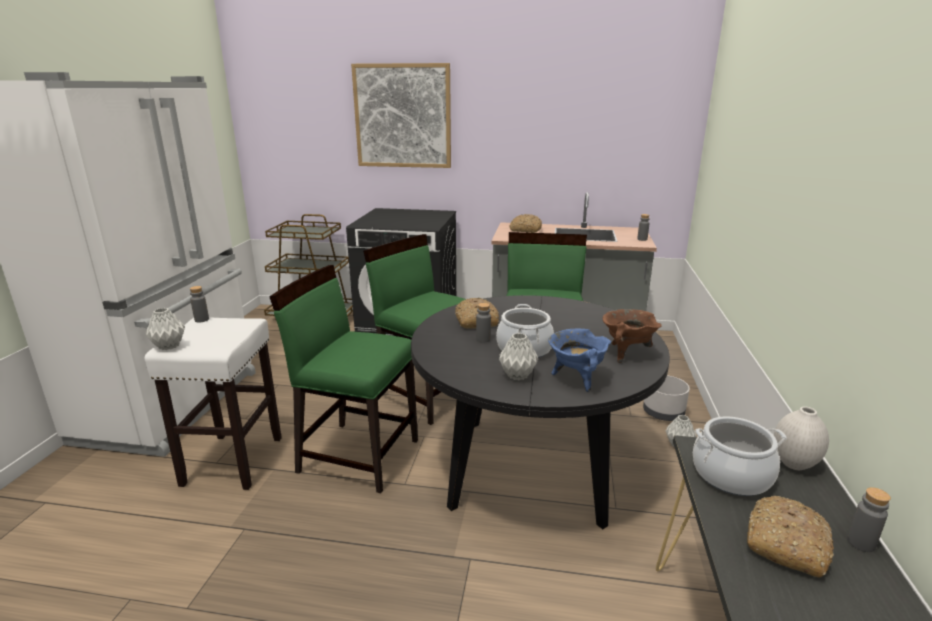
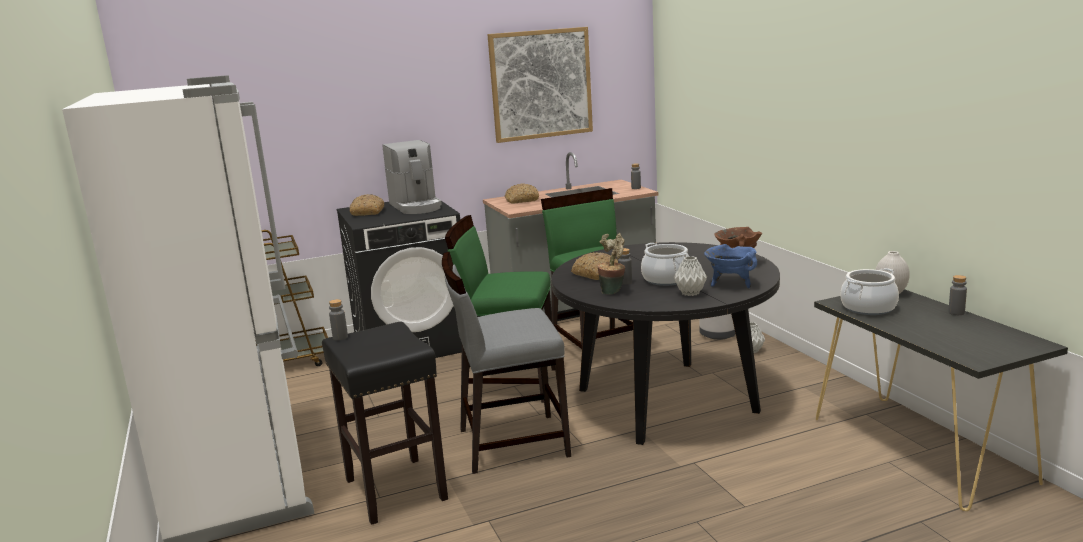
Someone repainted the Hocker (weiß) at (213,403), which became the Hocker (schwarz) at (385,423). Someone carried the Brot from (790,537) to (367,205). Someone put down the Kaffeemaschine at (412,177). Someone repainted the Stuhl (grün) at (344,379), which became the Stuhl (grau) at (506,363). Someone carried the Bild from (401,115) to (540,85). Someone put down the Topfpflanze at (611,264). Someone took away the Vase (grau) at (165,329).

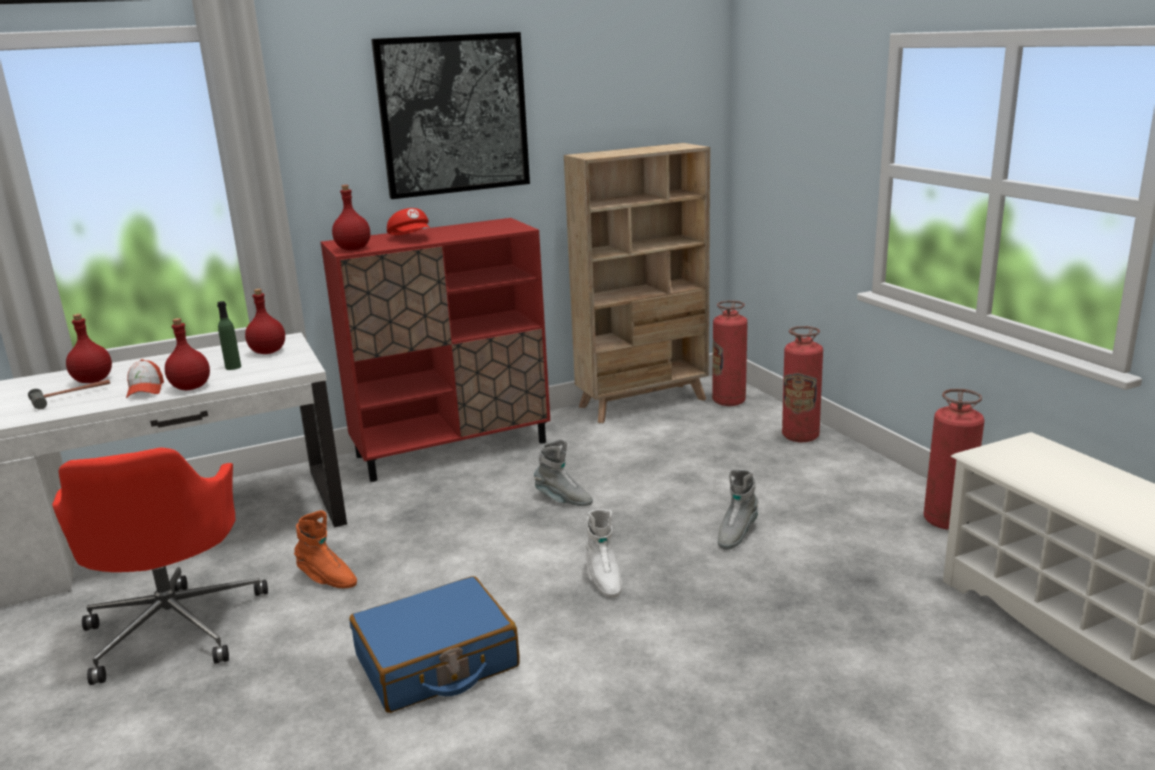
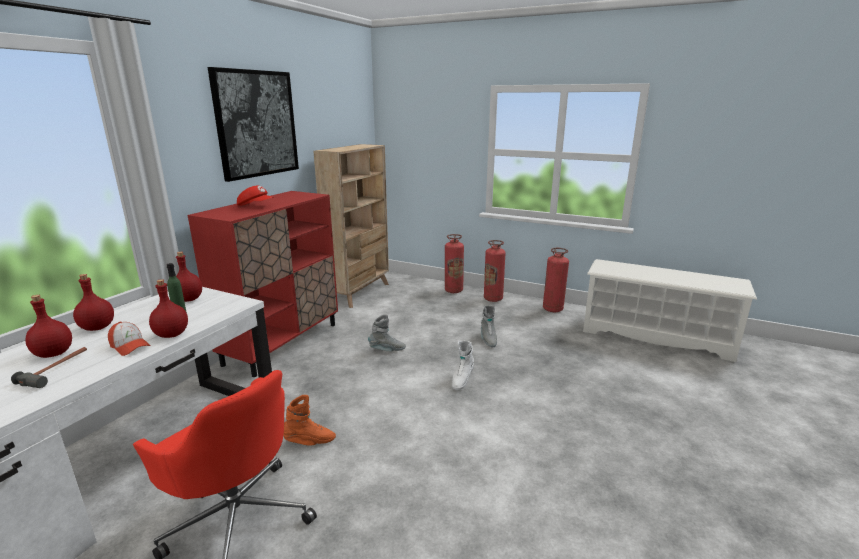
Someone carried the Flasche (rot) from (351,217) to (93,302). Someone rotated the Stiefel (weiß) at (603,553) by 75 degrees clockwise. Someone carried the Feuerlöscher from (730,353) to (495,271). Someone took away the Koffer (blau) at (434,644).

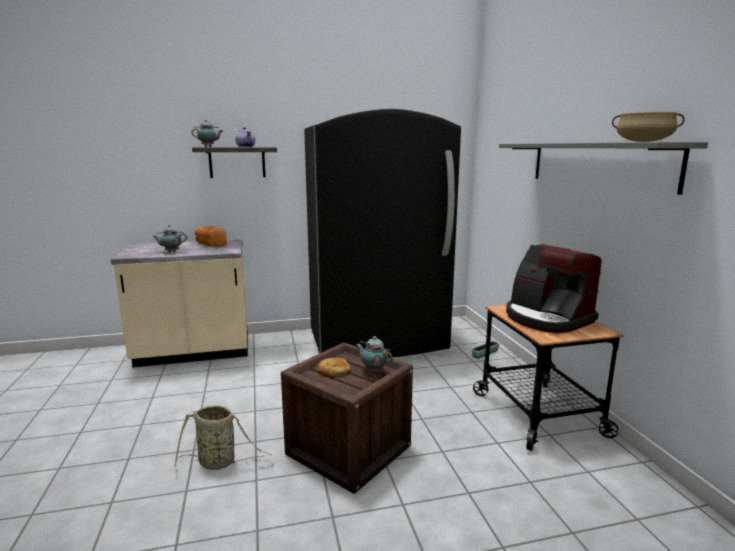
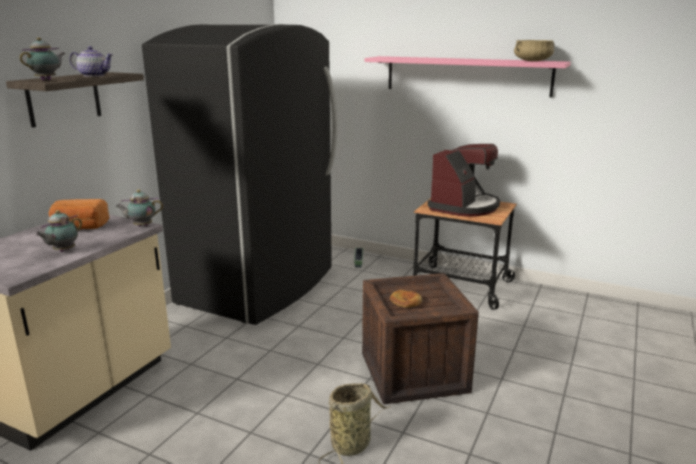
Someone carried the Teekanne from (374,354) to (139,208). Someone repainted the Wandregal (grau) at (603,168), which became the Wandregal (rosa) at (468,76). Someone rotated the Kaffeemaschine at (554,288) by 60 degrees counterclockwise.

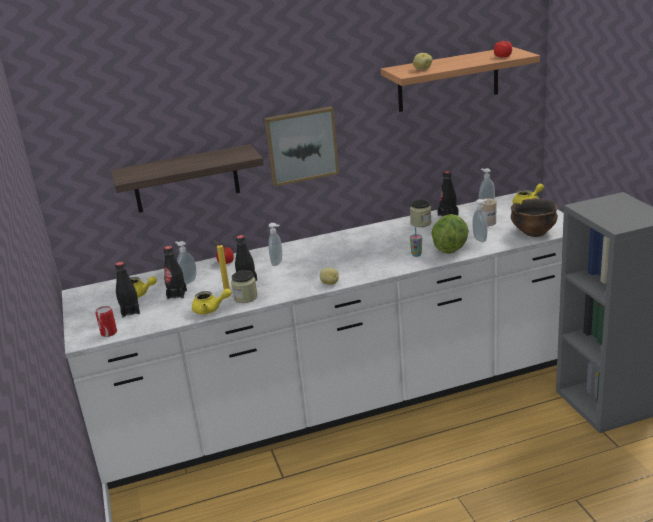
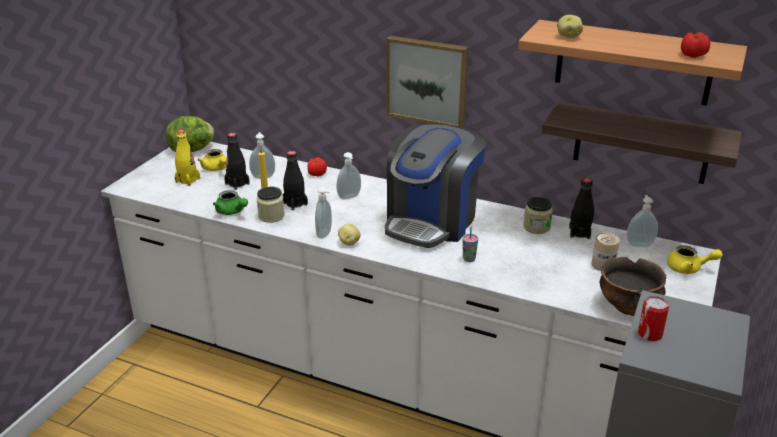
Someone carried the Salatkopf from (450,234) to (190,134). Someone repainted the Flasche (schwarz) at (127,290), which became the Flasche (gelb) at (187,157). Someone repainted the Teekanne (gelb) at (212,301), which became the Teekanne (grün) at (230,202). Someone carried the Seifenspender from (480,220) to (323,213). Someone put down the Kaffeemaschine at (436,186). Someone carried the Wandregal from (187,178) to (641,143). Someone carried the Dose from (106,321) to (653,318).

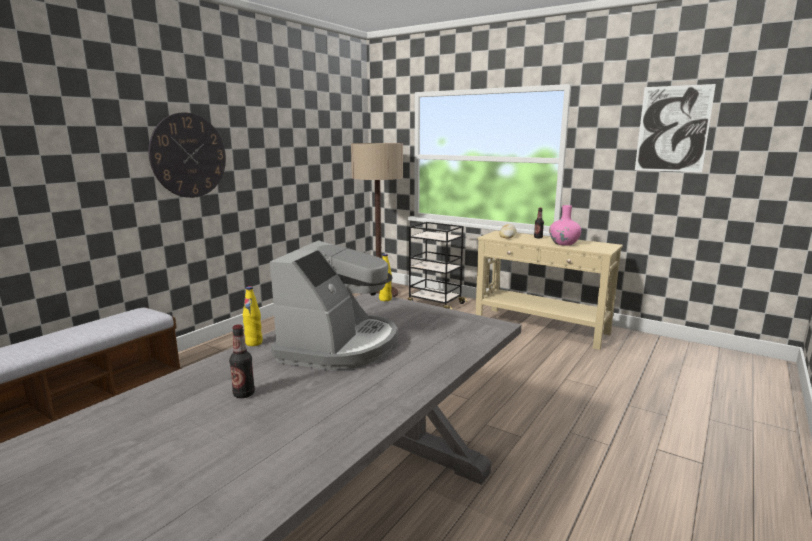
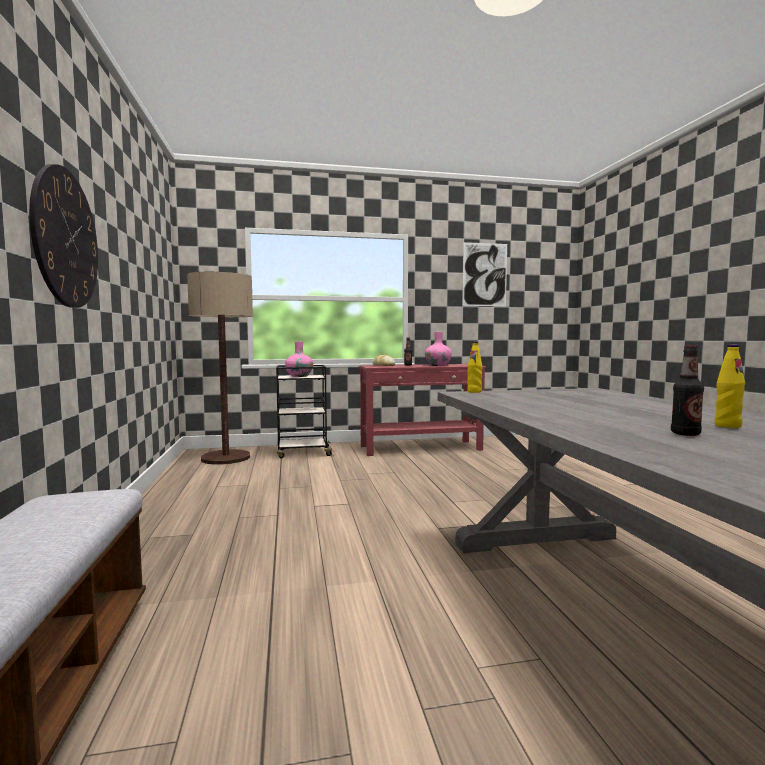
Someone put down the Vase (rosa) at (299,359). Someone repainted the Konsolentisch (beige) at (549,290), which became the Konsolentisch (rot) at (422,410). Someone carried the Flasche (gelb) from (252,316) to (729,386). Someone took away the Kaffeemaschine at (333,305).

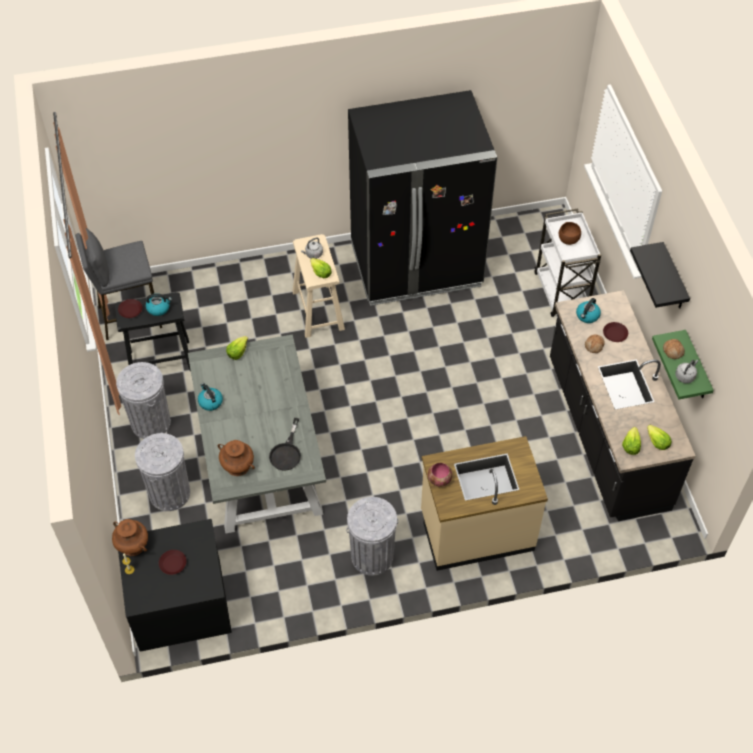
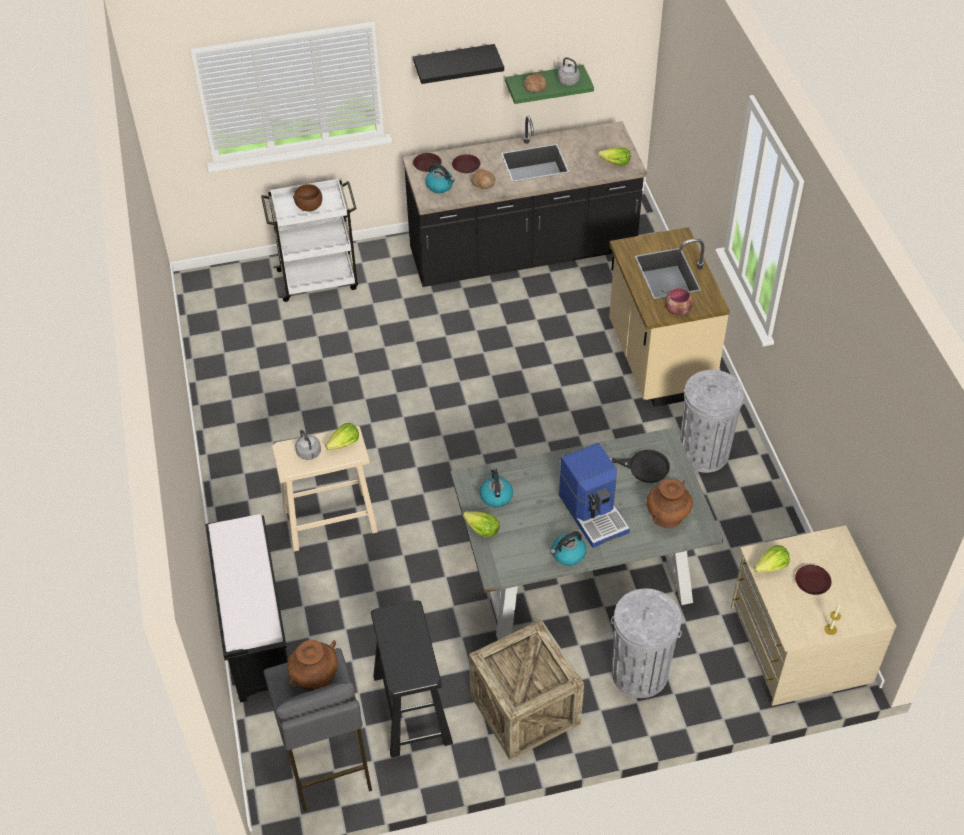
Someone put down the Bank (schwarz) at (246,608). Someone carried the Vase (braun) from (130,537) to (312,666). Someone carried the Teller (braun) from (130,308) to (427,162). Someone swapped the Mülleimer (grau) at (143,400) for the Kiste at (526,689). Someone carried the Wasserkessel from (159,304) to (496,488). Someone put down the Kaffeemaschine at (594,495). Someone repainted the Kommode (schwarz) at (175,585), which became the Kommode (beige) at (813,615). Someone carried the Salatkopf from (659,437) to (772,559). Someone took away the Kühlschrank (schwarz) at (422,198).

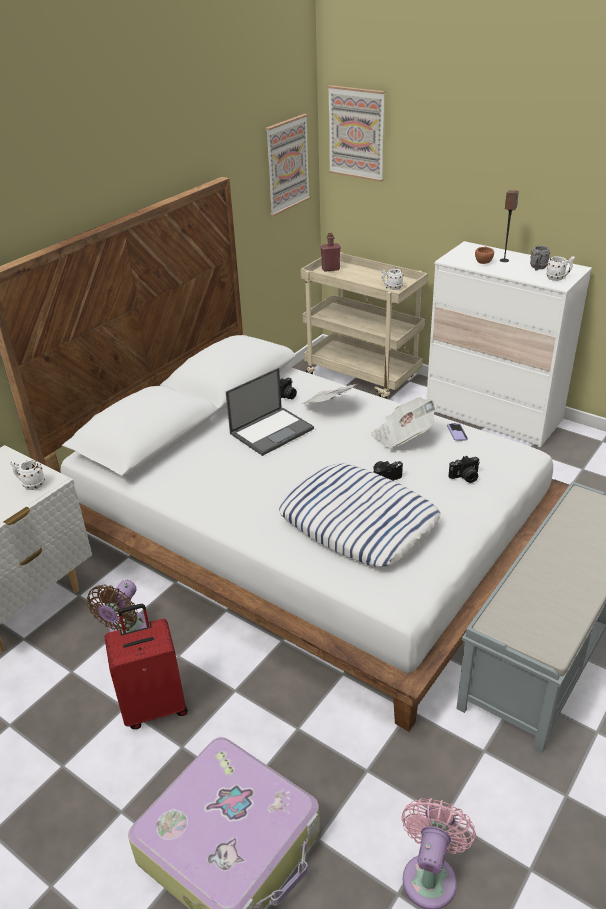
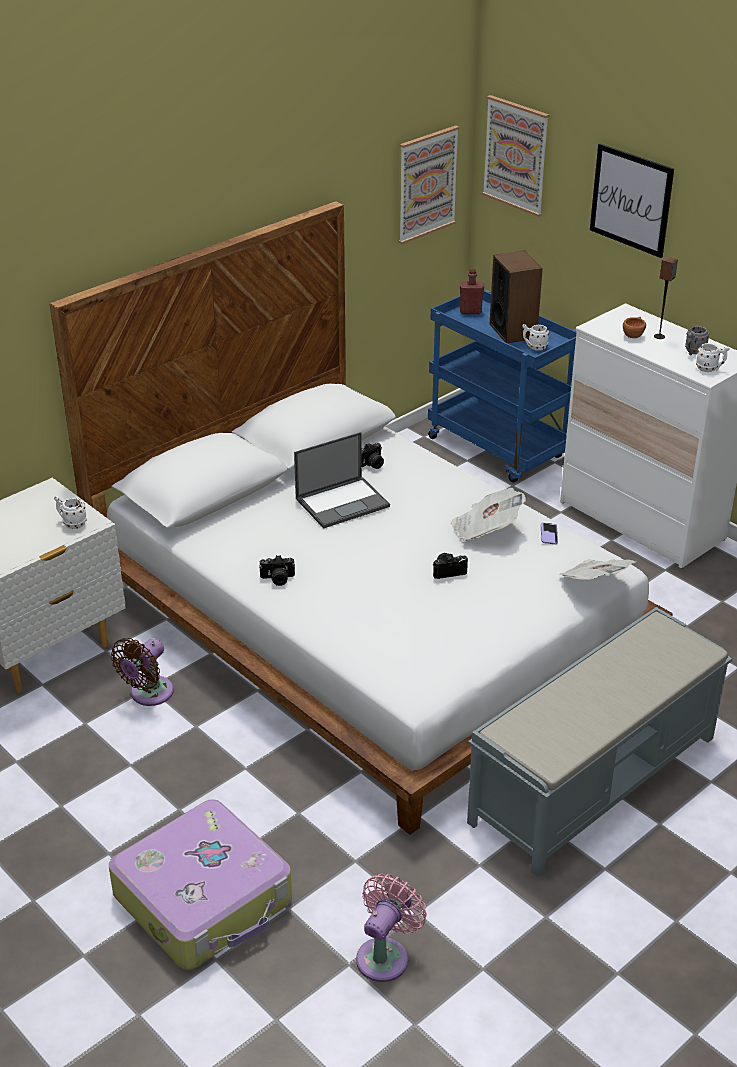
Someone carried the Kamera from (464,469) to (277,570). Someone repainted the Rollwagen (beige) at (364,325), which became the Rollwagen (blau) at (502,386). Someone put down the Lautsprecher at (516,296). Someone carried the Zeitung from (329,394) to (598,569). Someone put up the Bild at (632,200). Someone took away the Koffer (rot) at (146,666). Someone took away the Kissen at (360,515).

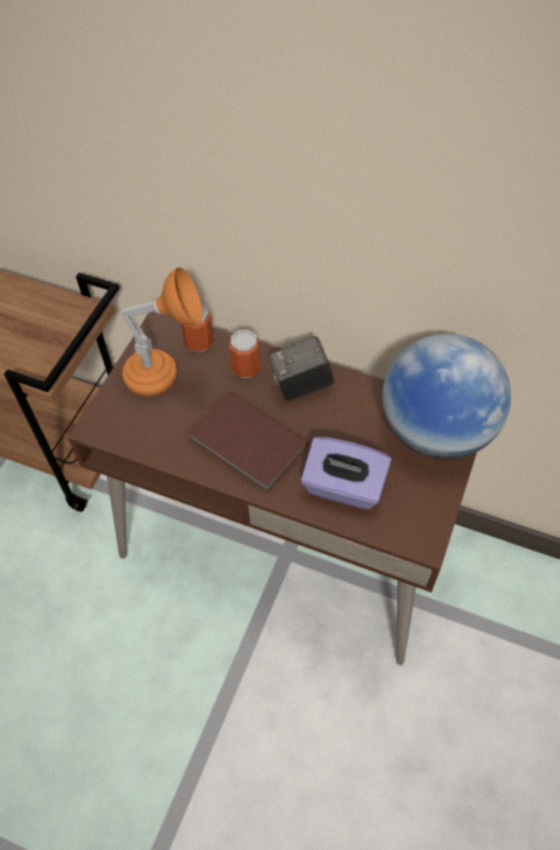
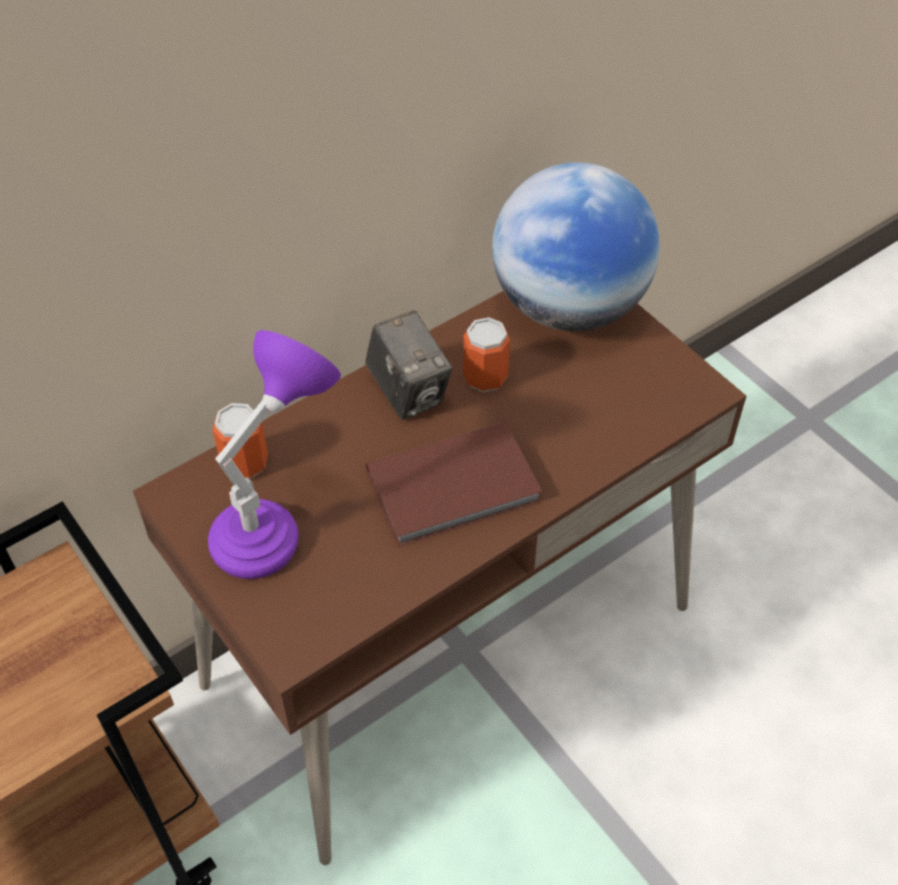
Someone repainted the Tischlampe (orange) at (161,331), which became the Tischlampe (lila) at (274,454). Someone rotated the Kamera at (301,368) by 45 degrees counterclockwise. Someone carried the Dose from (244,354) to (486,354). Someone took away the Taschentuchbox (lila) at (346,473).

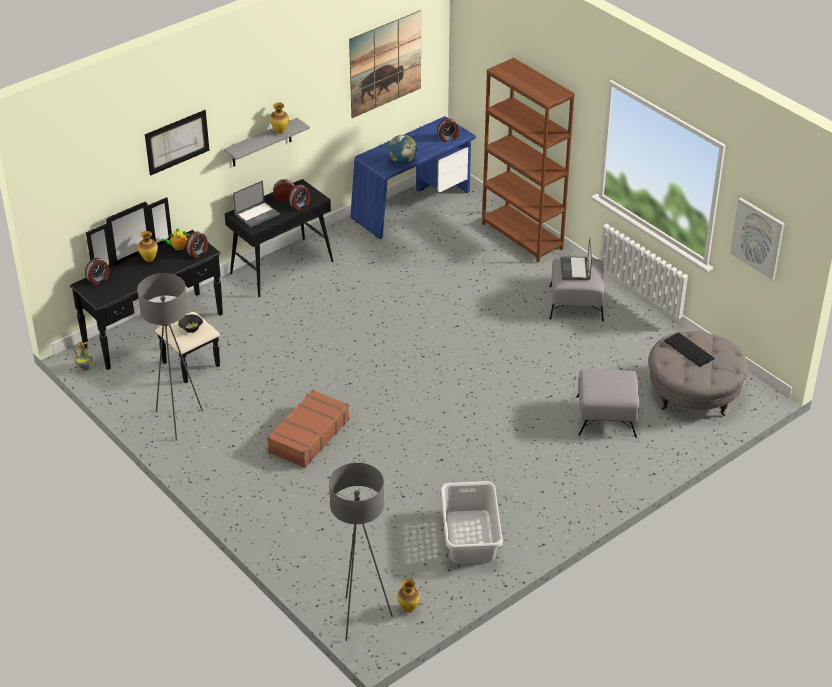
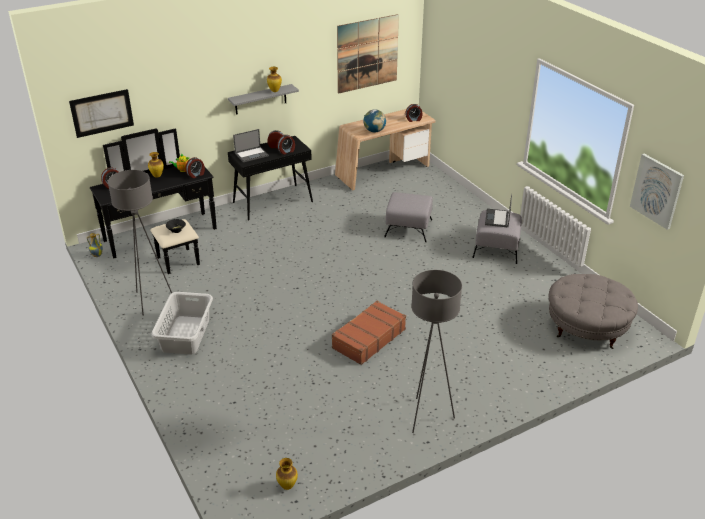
Someone carried the Bild from (177,143) to (101,113). Someone carried the Wäschekorb (grau) from (471,522) to (182,323). Someone carried the Koffer (braun) from (308,428) to (369,333). Someone repainted the Schreibtisch (blau) at (413,177), which became the Schreibtisch (beige) at (385,149). Someone carried the Polsterhocker (grau) from (607,403) to (408,217). Someone carried the Stehlampe (grau) from (361,552) to (436,351). Someone took away the Bücherregal (braun) at (528,160). Someone took away the Tastatur at (689,349).

